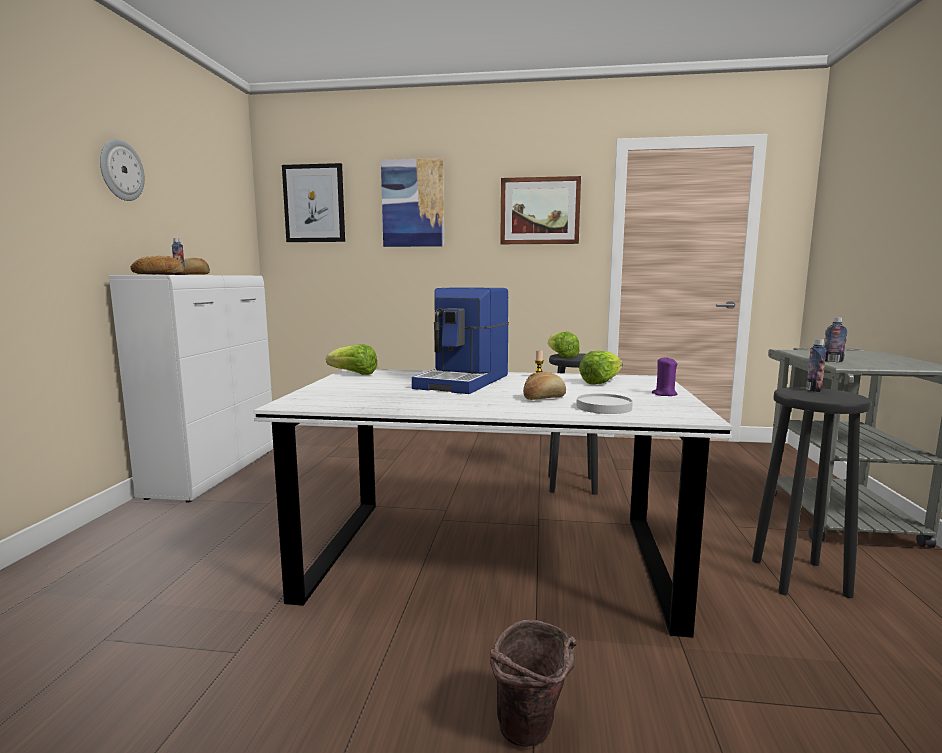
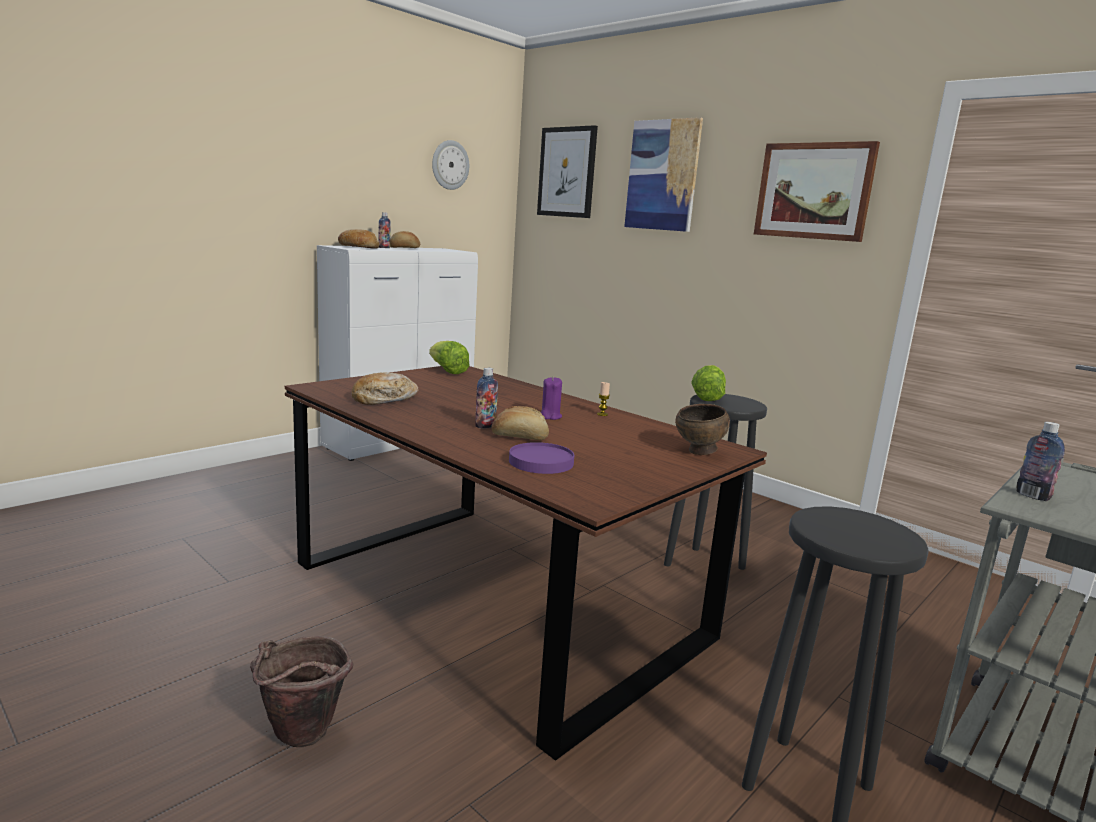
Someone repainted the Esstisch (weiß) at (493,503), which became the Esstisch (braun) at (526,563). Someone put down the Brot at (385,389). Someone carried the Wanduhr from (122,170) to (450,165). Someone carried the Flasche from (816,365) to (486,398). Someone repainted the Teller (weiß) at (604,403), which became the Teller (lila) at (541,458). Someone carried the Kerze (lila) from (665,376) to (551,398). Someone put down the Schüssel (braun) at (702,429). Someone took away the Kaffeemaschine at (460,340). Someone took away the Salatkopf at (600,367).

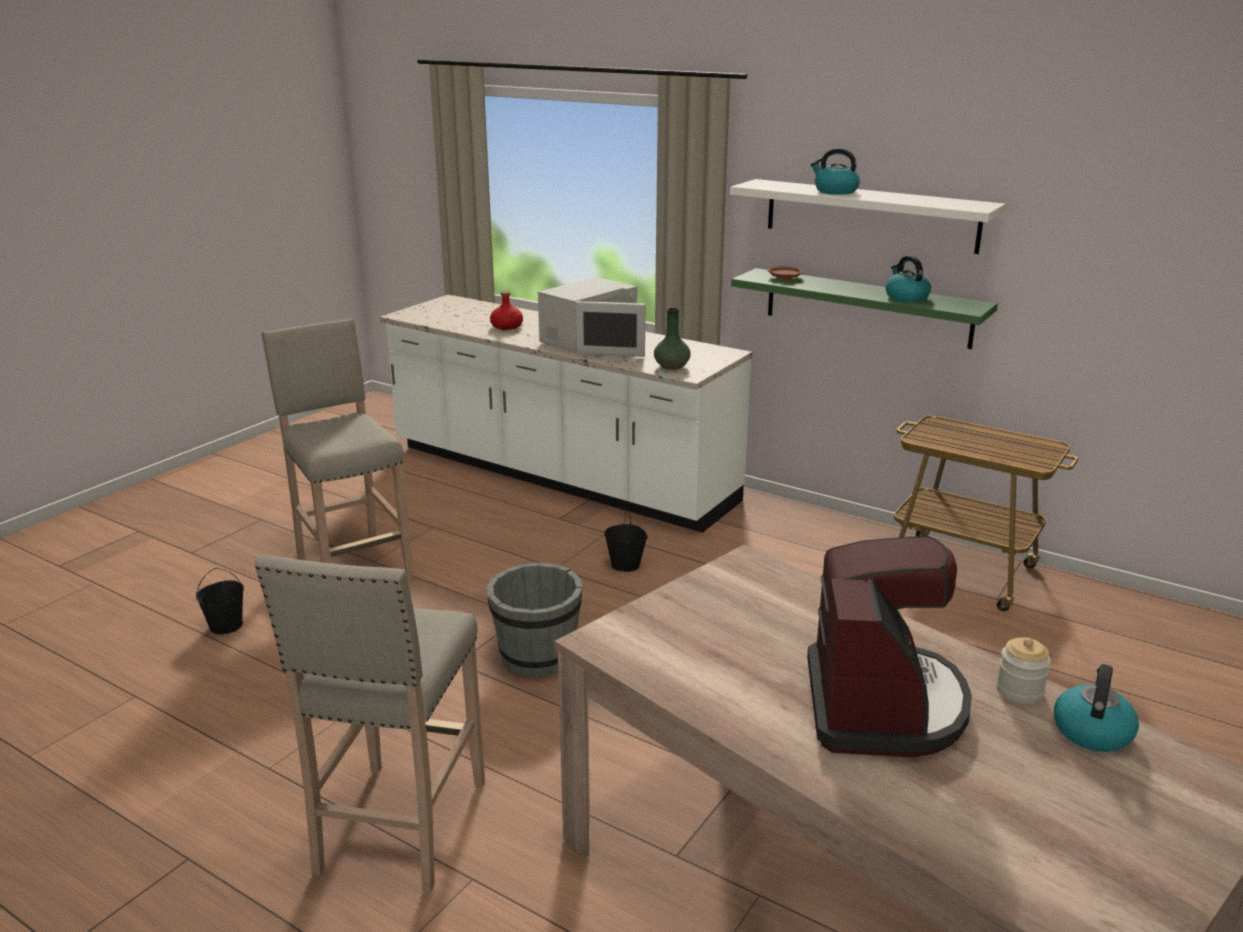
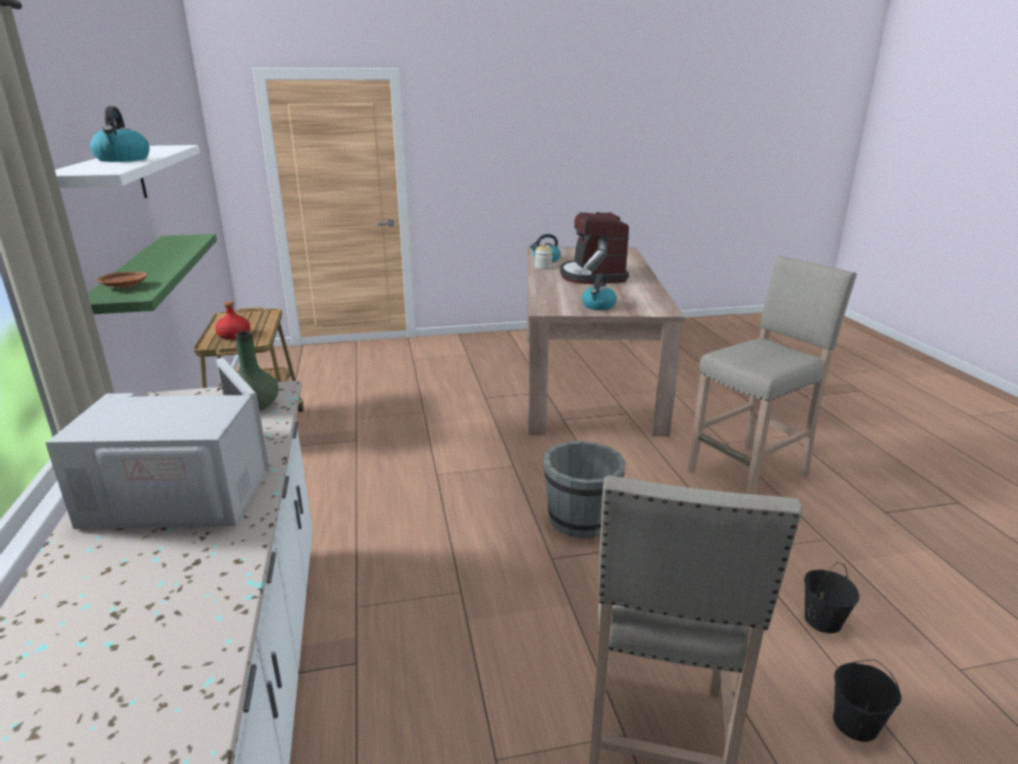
Someone carried the Flasche (rot) from (506,310) to (232,320). Someone rotated the Kaffeemaschine at (889,647) by 60 degrees counterclockwise. Someone carried the Wasserkessel from (908,279) to (599,291). Someone carried the Eimer (schwarz) from (626,541) to (832,598).

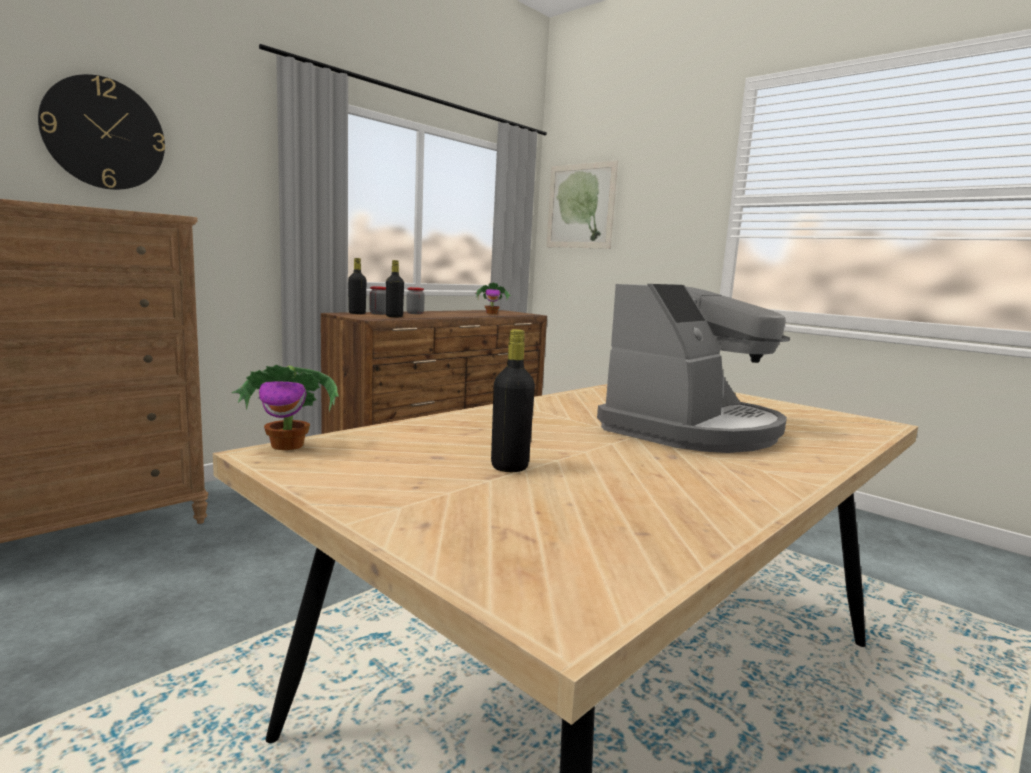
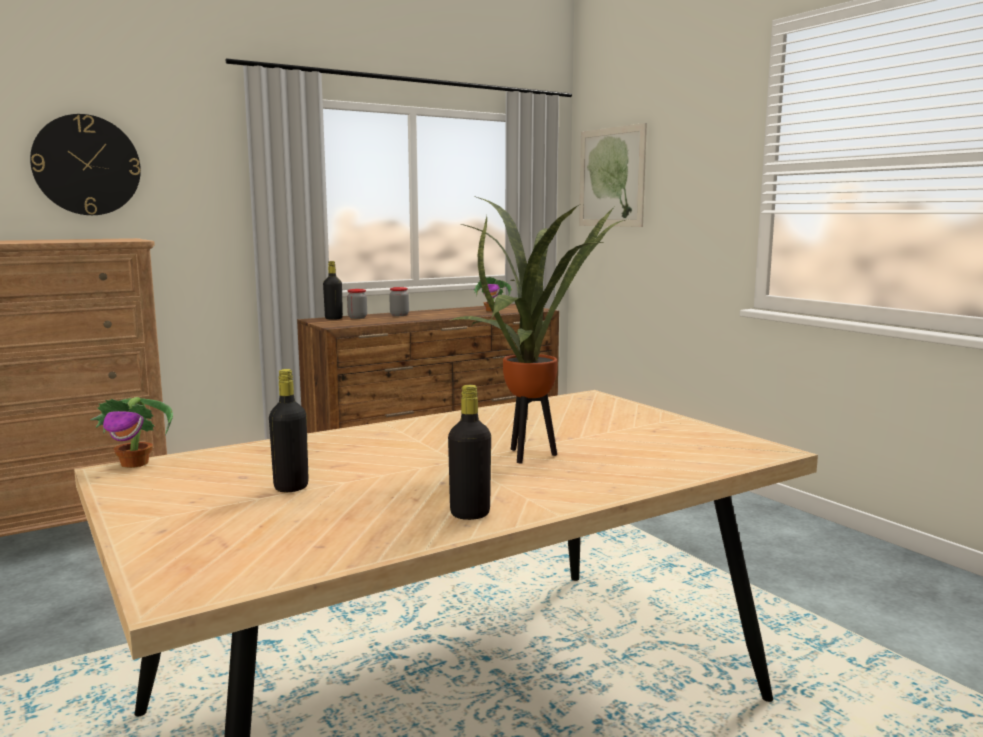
Someone carried the Flasche (schwarz) from (395,288) to (469,452). Someone swapped the Kaffeemaschine at (693,368) for the Topfpflanze at (537,330).

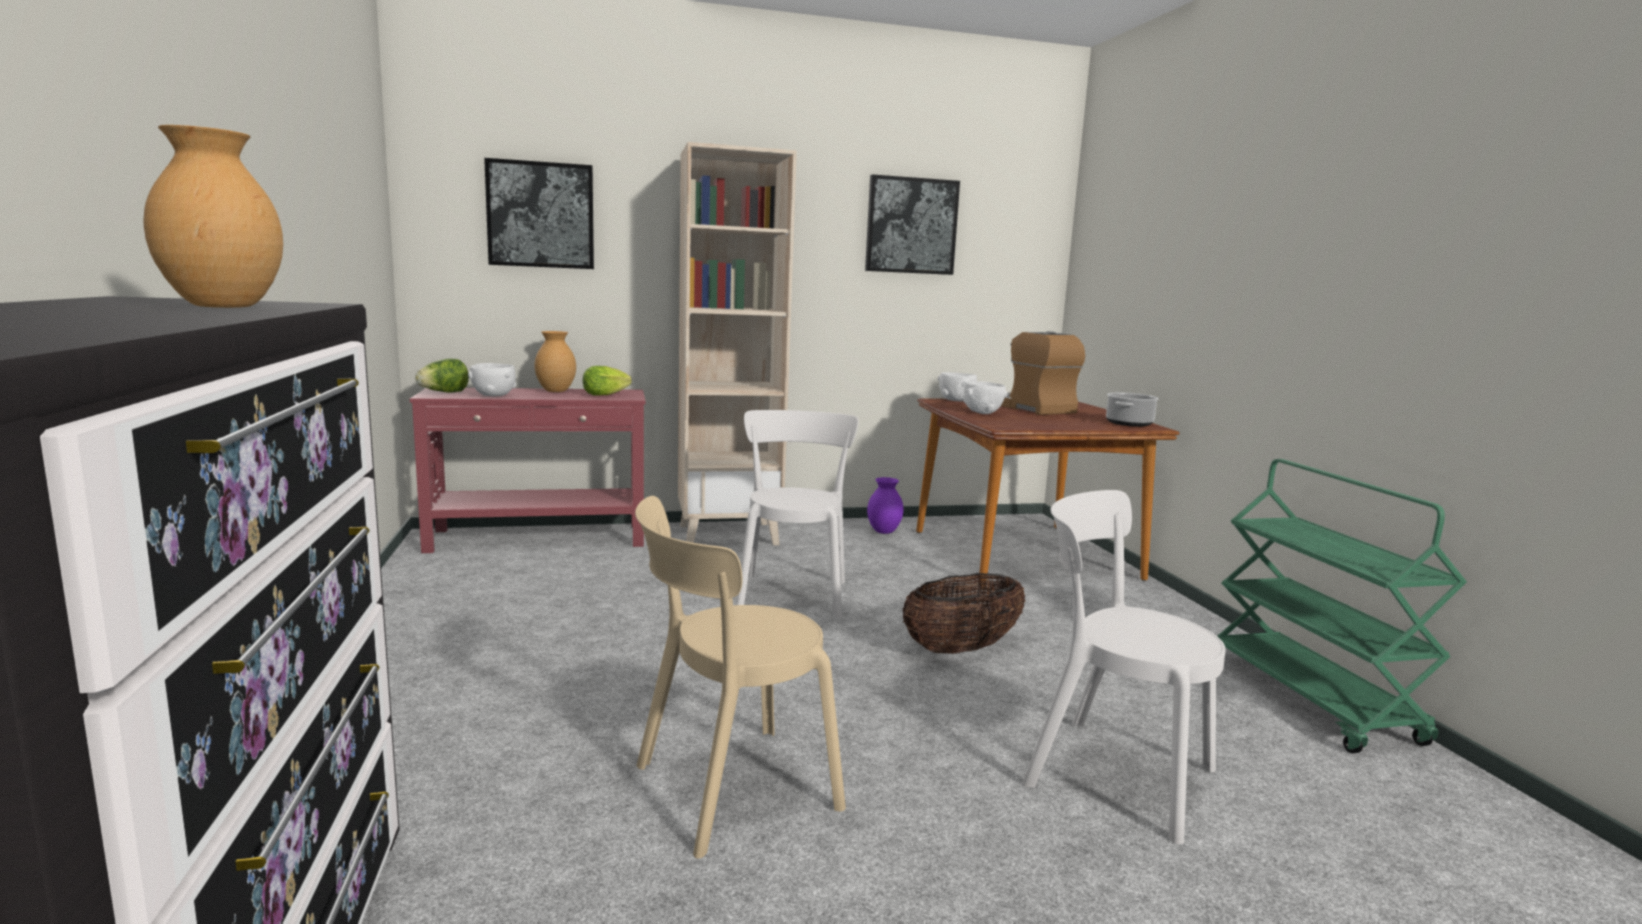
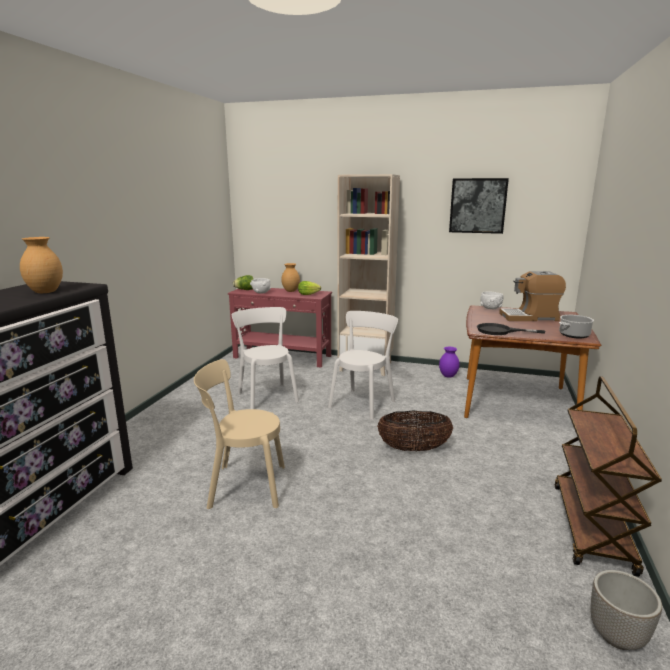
Someone carried the Stuhl (weiß) from (1124,667) to (265,358). Someone put down the Pfanne (schwarz) at (511,329). Someone rotated the Kaffeemaschine at (1043,373) by 90 degrees counterclockwise. Someone repainted the Rollwagen (grün) at (1342,606), which became the Rollwagen (braun) at (608,476). Someone put down the Pflanzkübel at (626,610). Someone took away the Bild at (539,213). Someone took away the Schüssel (weiß) at (985,397).

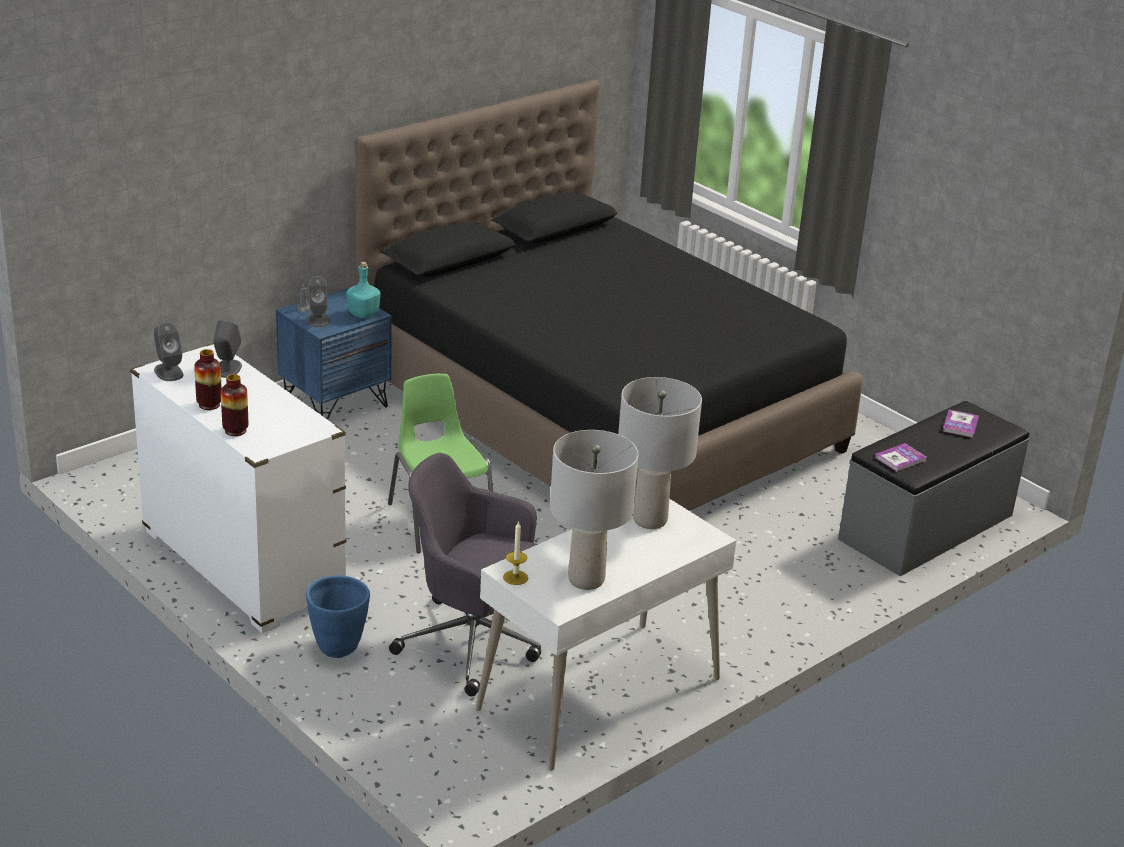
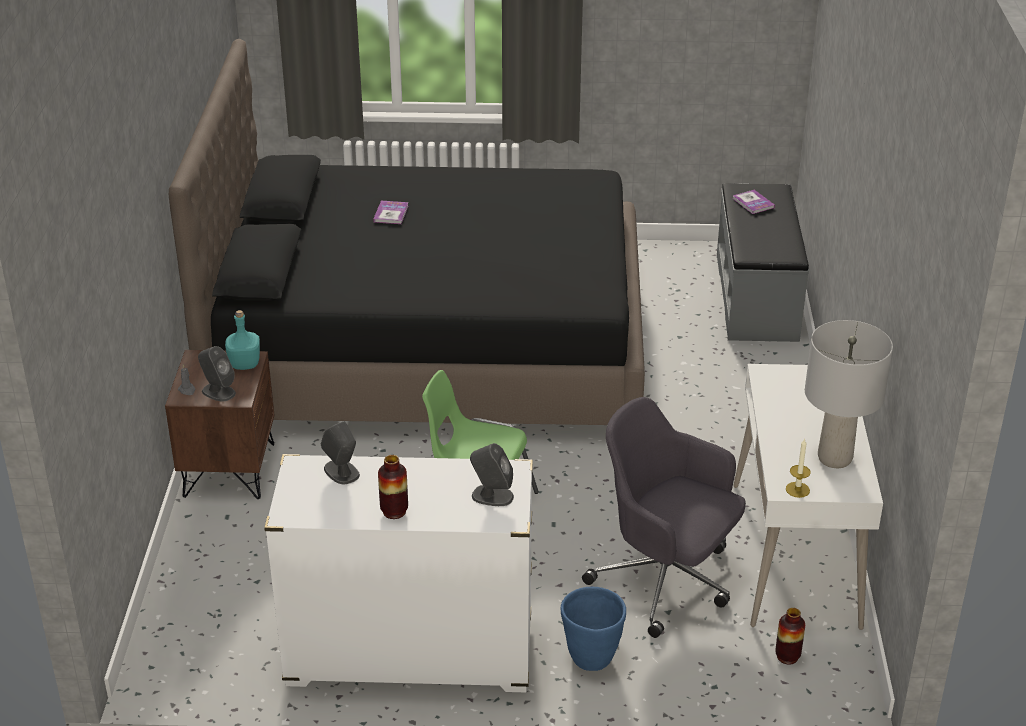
Someone repainted the Nachttisch (blau) at (334,354), which became the Nachttisch (braun) at (219,424). Someone carried the Buch from (900,457) to (390,212). Someone carried the Lautsprecher (grau) from (168,351) to (492,474). Someone rotated the Bürostuhl (grau) at (465,574) by 60 degrees clockwise. Someone carried the Vase from (234,405) to (790,636). Someone took away the Tischlampe (grau) at (660,453).

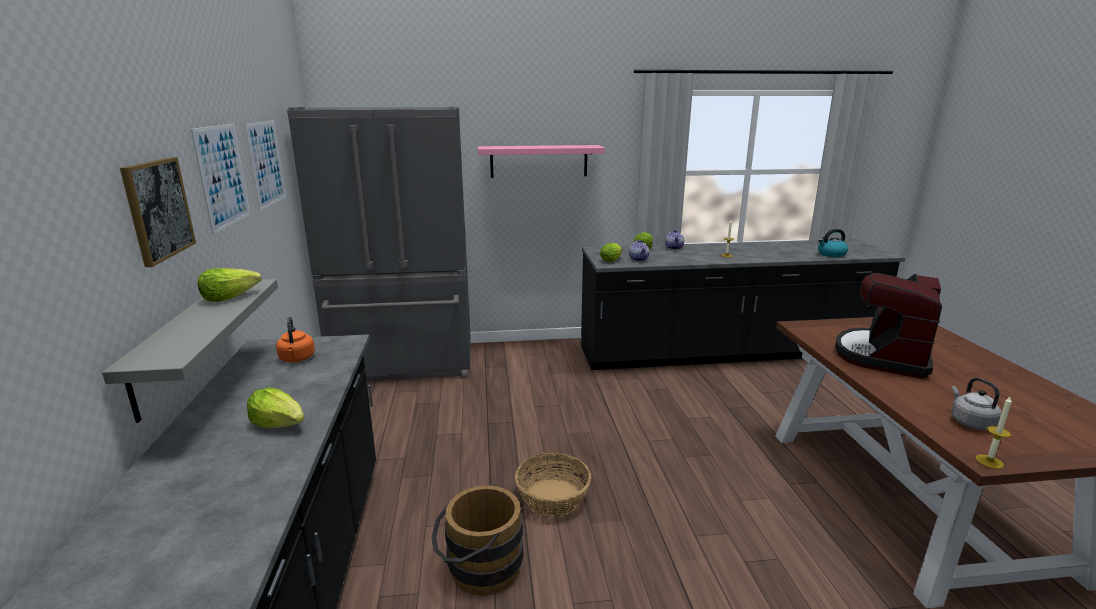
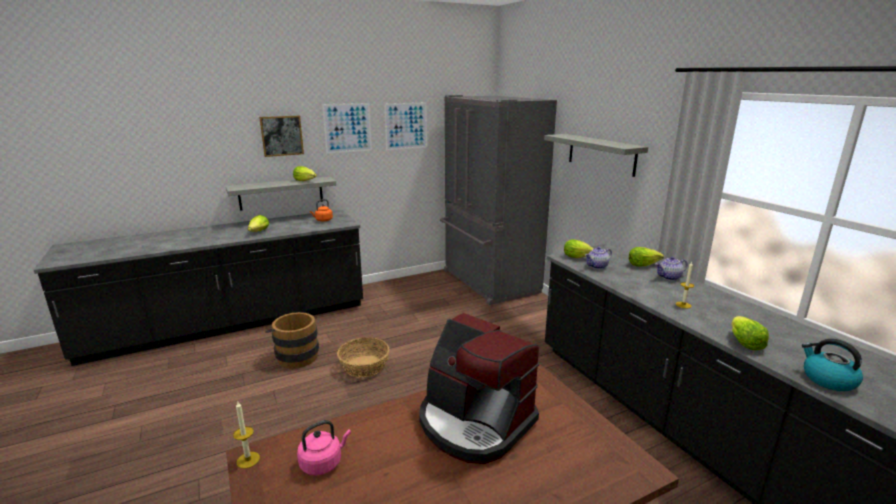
Someone repainted the Wasserkessel (grau) at (976,404), which became the Wasserkessel (rosa) at (324,448). Someone rotated the Kaffeemaschine at (888,326) by 150 degrees counterclockwise. Someone repainted the Wandregal (rosa) at (541,161), which became the Wandregal (grau) at (596,155). Someone put down the Salatkopf at (750,333).

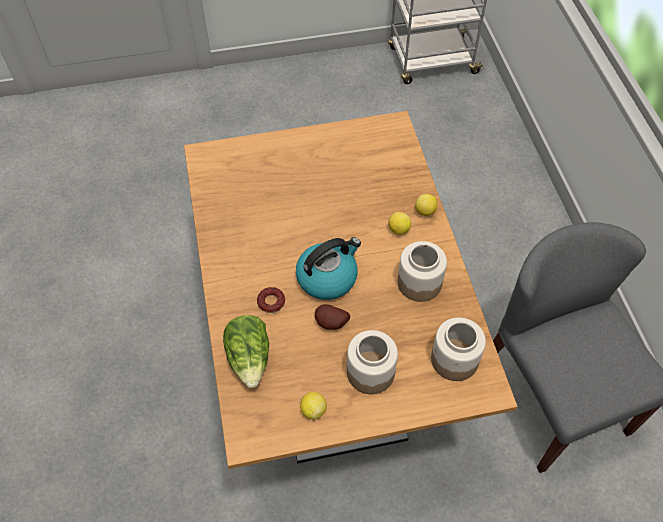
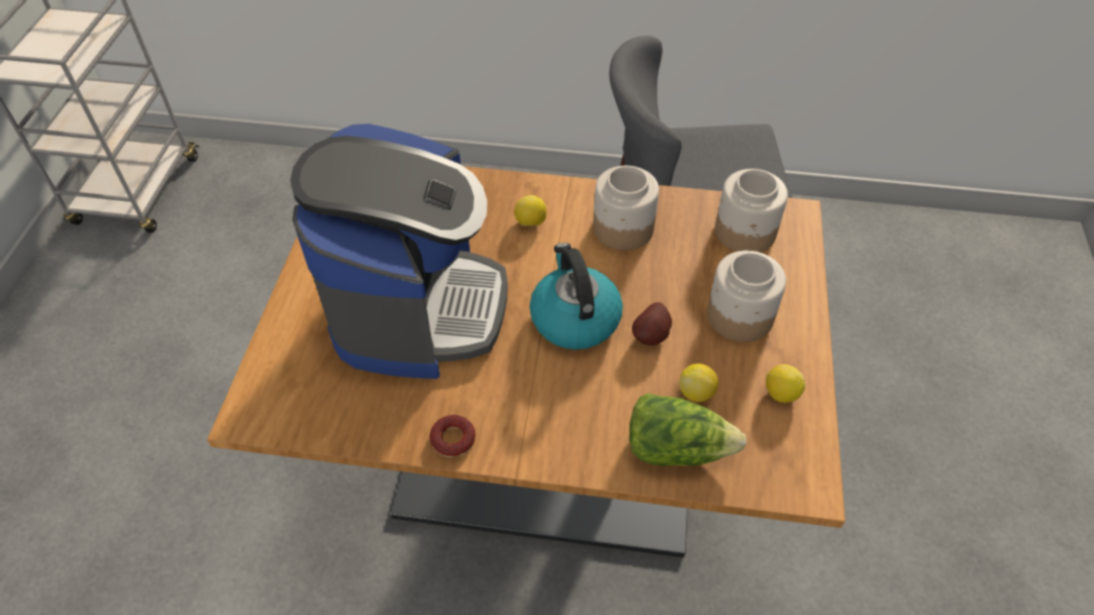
Someone put down the Kaffeemaschine at (399,251). Someone carried the Donut from (271,300) to (453,436). Someone carried the Zitrone from (426,205) to (699,383).

